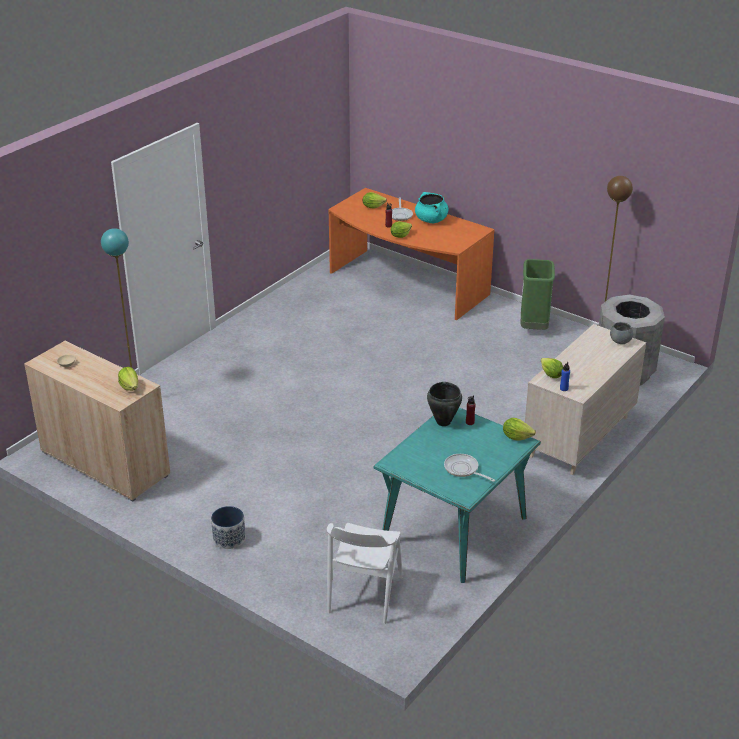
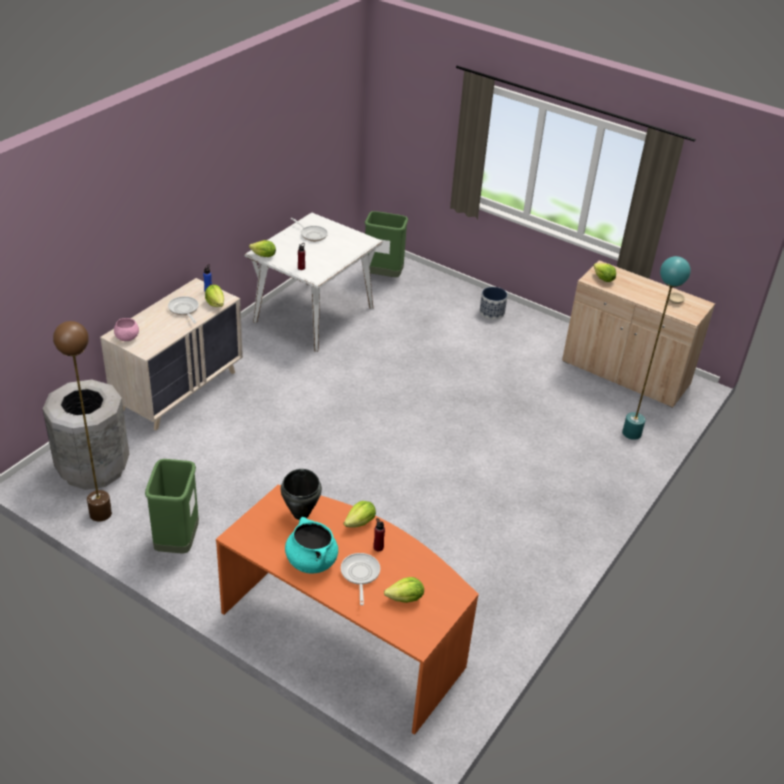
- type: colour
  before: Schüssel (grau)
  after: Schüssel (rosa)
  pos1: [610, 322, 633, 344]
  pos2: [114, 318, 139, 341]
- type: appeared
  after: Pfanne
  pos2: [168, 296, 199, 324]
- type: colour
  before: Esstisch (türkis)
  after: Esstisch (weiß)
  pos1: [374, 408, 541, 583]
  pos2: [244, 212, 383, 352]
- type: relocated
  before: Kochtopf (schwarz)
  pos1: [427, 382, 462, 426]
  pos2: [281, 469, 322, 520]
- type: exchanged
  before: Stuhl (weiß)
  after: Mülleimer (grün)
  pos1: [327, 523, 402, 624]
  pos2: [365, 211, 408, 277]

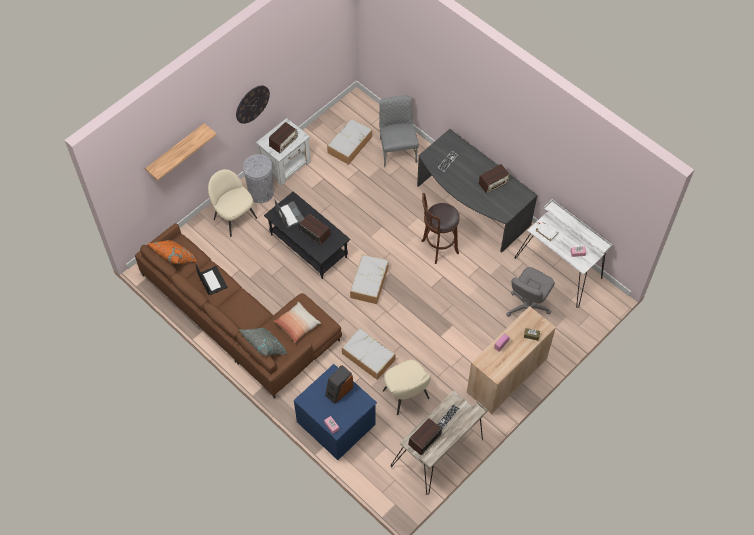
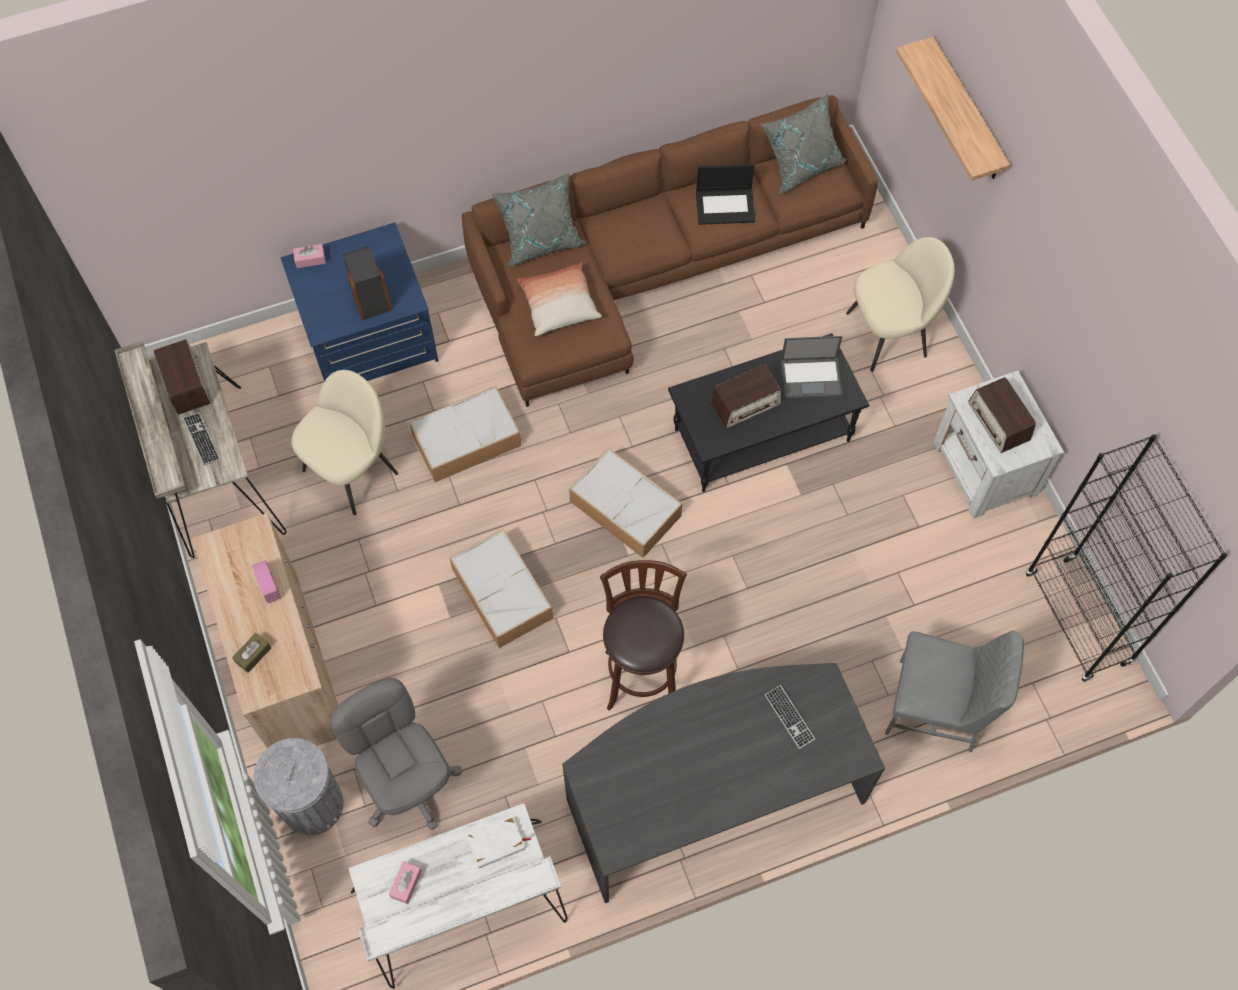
- type: relocated
  before: Mülleimer (grau)
  pos1: [243, 154, 274, 203]
  pos2: [254, 738, 344, 835]
- type: spun
  before: Stuhl (beige)
  pos1: [383, 360, 431, 415]
  pos2: [291, 370, 398, 515]
  turn: 135
- type: relocated
  before: Aufbewahrungsbox
  pos1: [327, 118, 372, 165]
  pos2: [449, 529, 553, 648]
- type: colour
  before: Kissen (orange)
  after: Kissen (grau)
  pos1: [147, 240, 196, 264]
  pos2: [761, 93, 847, 194]
- type: appeared
  after: Bücherregal (schwarz)
  pos2: [1026, 434, 1227, 682]
- type: missing
  before: Wanduhr
  pos1: [236, 86, 270, 124]
- type: missing
  before: Radio
  pos1: [478, 164, 510, 194]

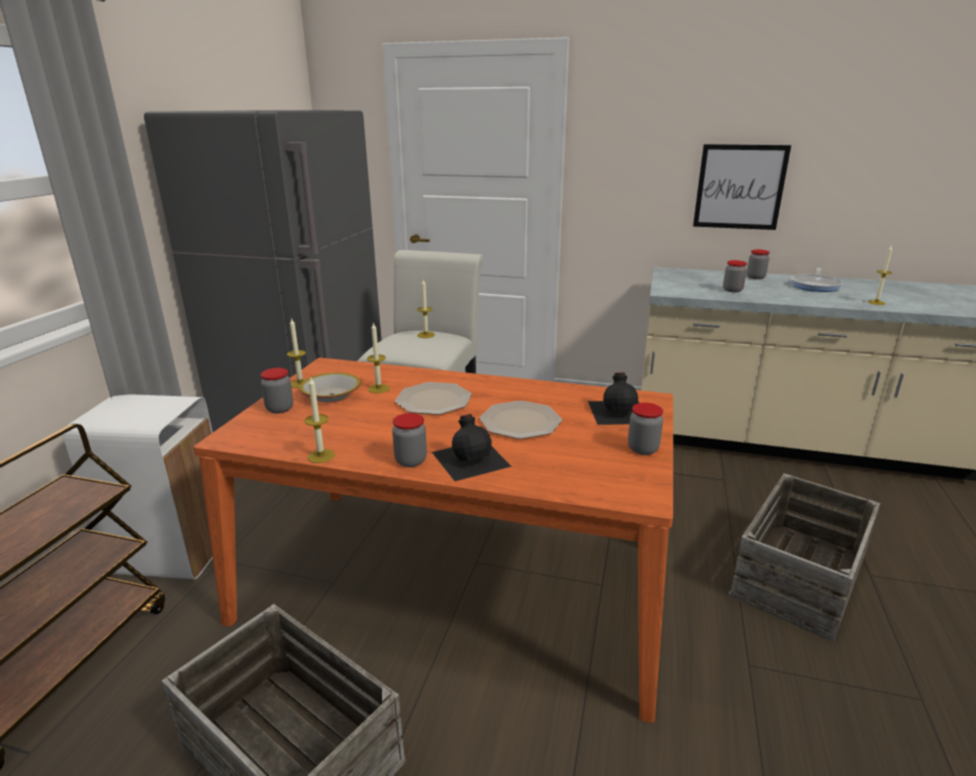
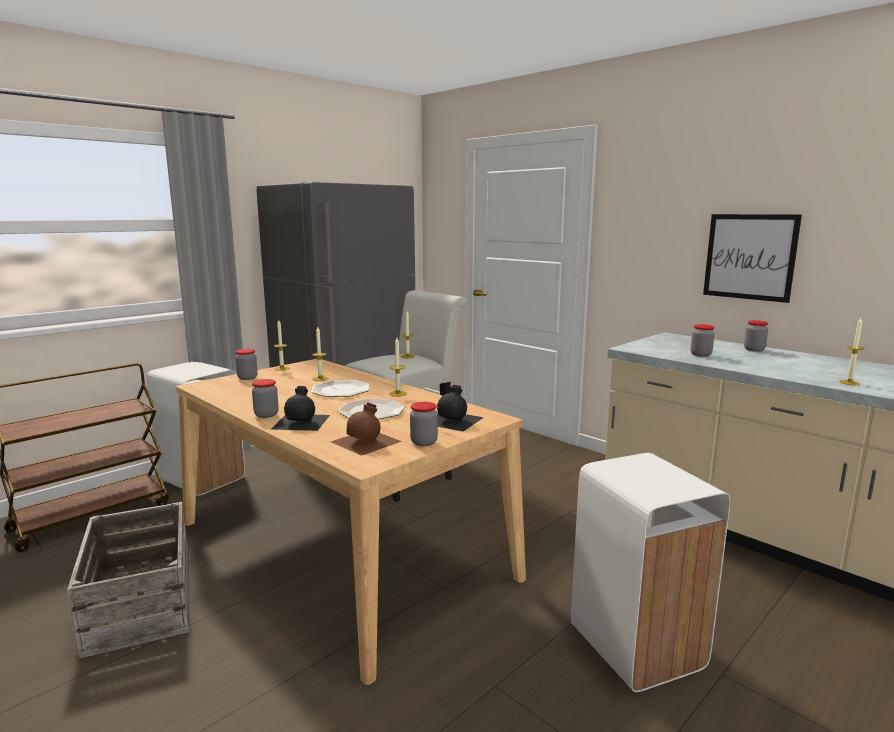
- type: colour
  before: Esstisch (orange)
  after: Esstisch (beige)
  pos1: [194, 358, 673, 723]
  pos2: [176, 359, 526, 685]
- type: appeared
  after: Flasche (braun)
  pos2: [331, 402, 402, 456]
- type: relocated
  before: Kerze
  pos1: [304, 376, 335, 463]
  pos2: [389, 338, 407, 397]
- type: exchanged
  before: Kiste
  after: Mülleimer (weiß)
  pos1: [728, 473, 880, 642]
  pos2: [571, 453, 730, 692]
- type: missing
  before: Schüssel
  pos1: [300, 373, 360, 402]
- type: missing
  before: Pfanne
  pos1: [791, 268, 843, 292]

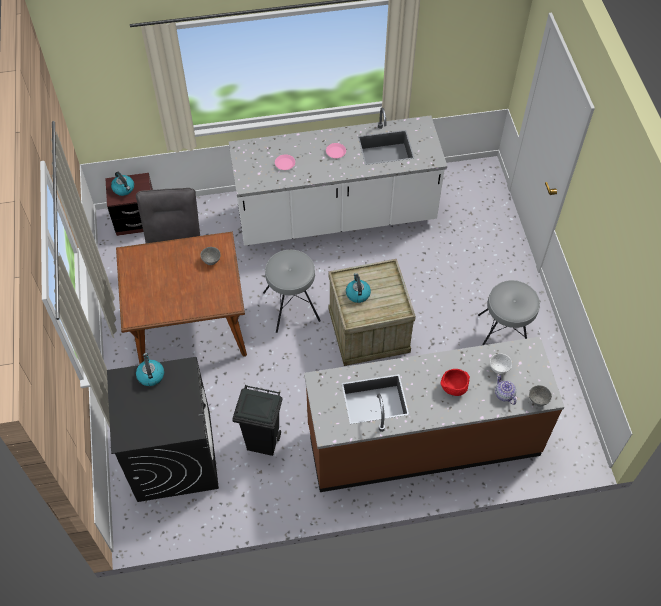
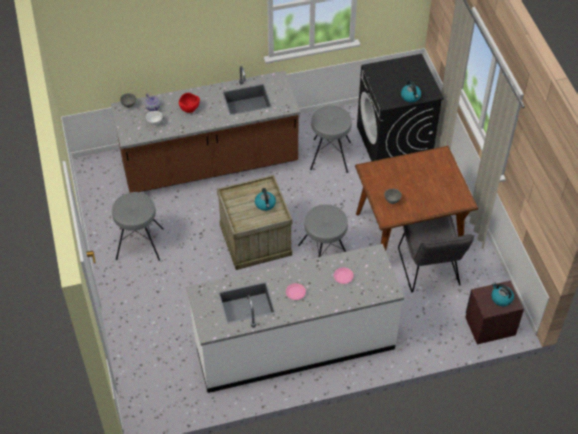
- type: exchanged
  before: Mülleimer (schwarz)
  after: Hocker (grau)
  pos1: [232, 385, 283, 456]
  pos2: [310, 105, 352, 173]

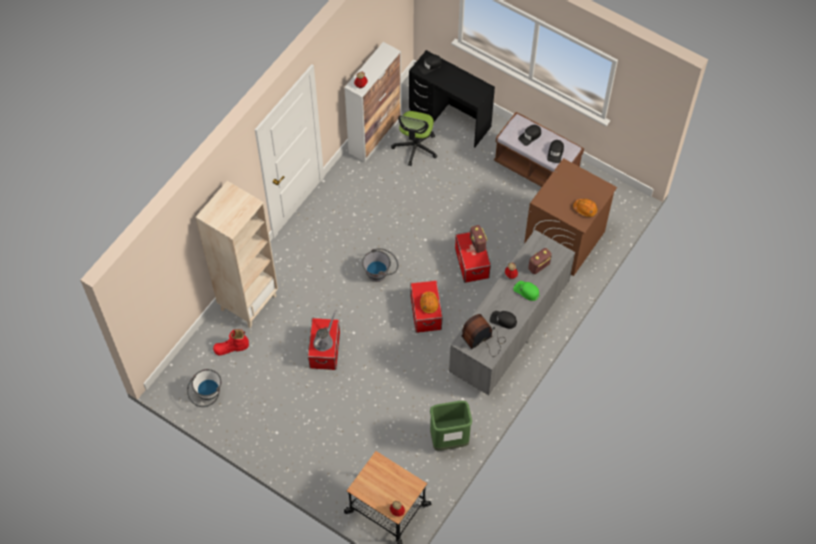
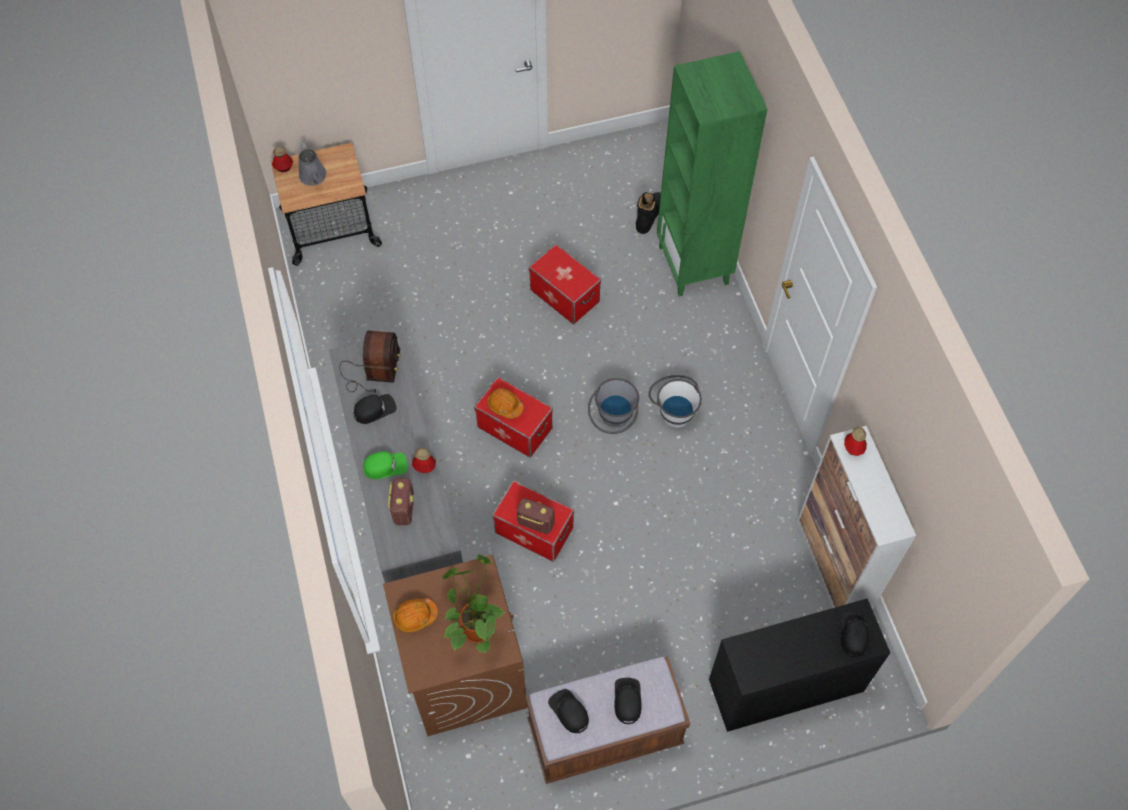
- type: relocated
  before: Gießkanne (grau)
  pos1: [313, 310, 337, 351]
  pos2: [298, 142, 327, 186]
- type: appeared
  after: Topfpflanze
  pos2: [442, 554, 506, 653]
- type: colour
  before: Stiefel (rot)
  after: Stiefel (schwarz)
  pos1: [213, 329, 249, 356]
  pos2: [636, 192, 661, 234]
- type: relocated
  before: Eimer (weiß)
  pos1: [187, 369, 221, 407]
  pos2: [648, 375, 702, 428]
- type: colour
  before: Bücherregal (beige)
  after: Bücherregal (grün)
  pos1: [196, 181, 278, 328]
  pos2: [657, 51, 767, 297]
- type: missing
  before: Bürostuhl
  pos1: [391, 111, 438, 166]
- type: missing
  before: Mülleimer (grün)
  pos1: [430, 401, 472, 451]

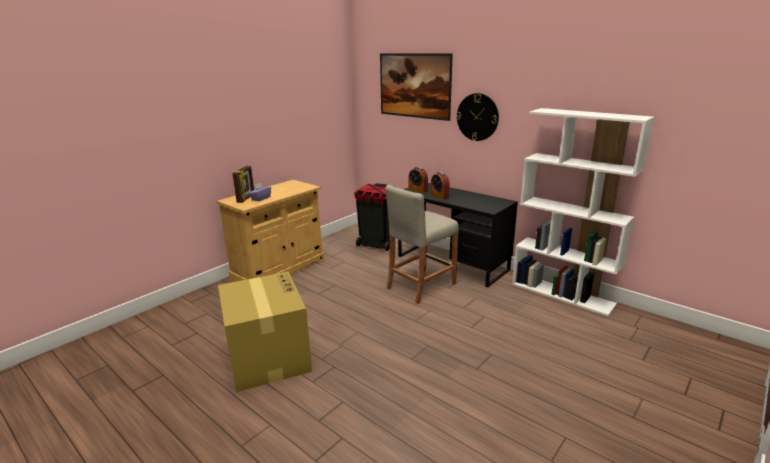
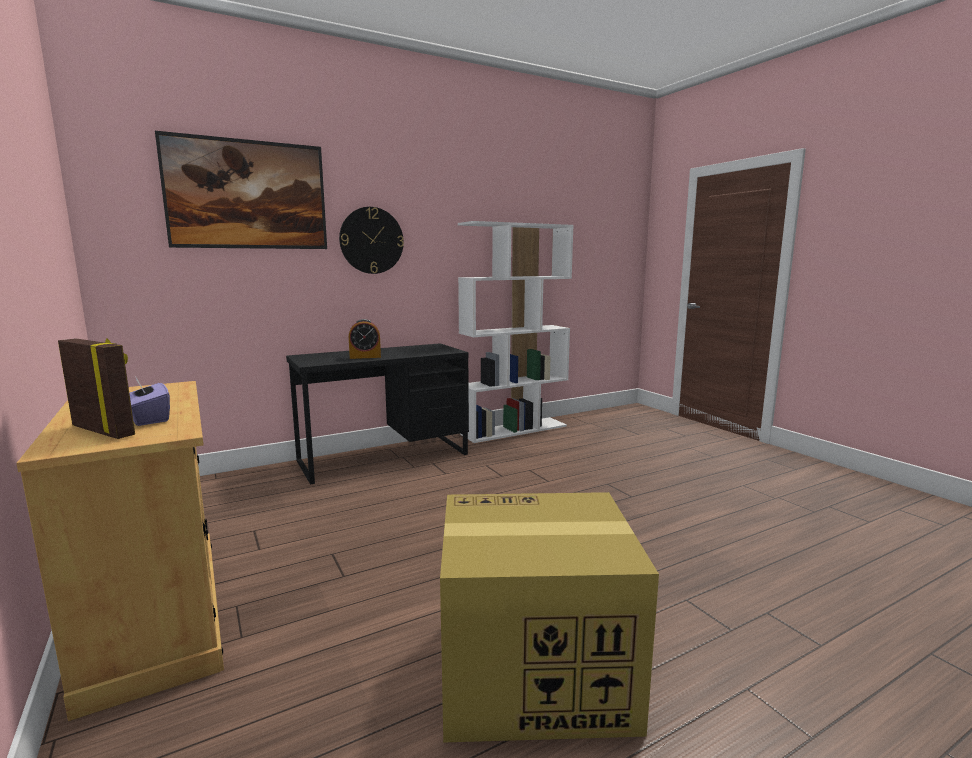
- type: missing
  before: Mülleimer (schwarz)
  pos1: [354, 183, 390, 251]
- type: missing
  before: Hocker (beige)
  pos1: [385, 185, 459, 304]
- type: missing
  before: Wecker
  pos1: [409, 167, 428, 193]

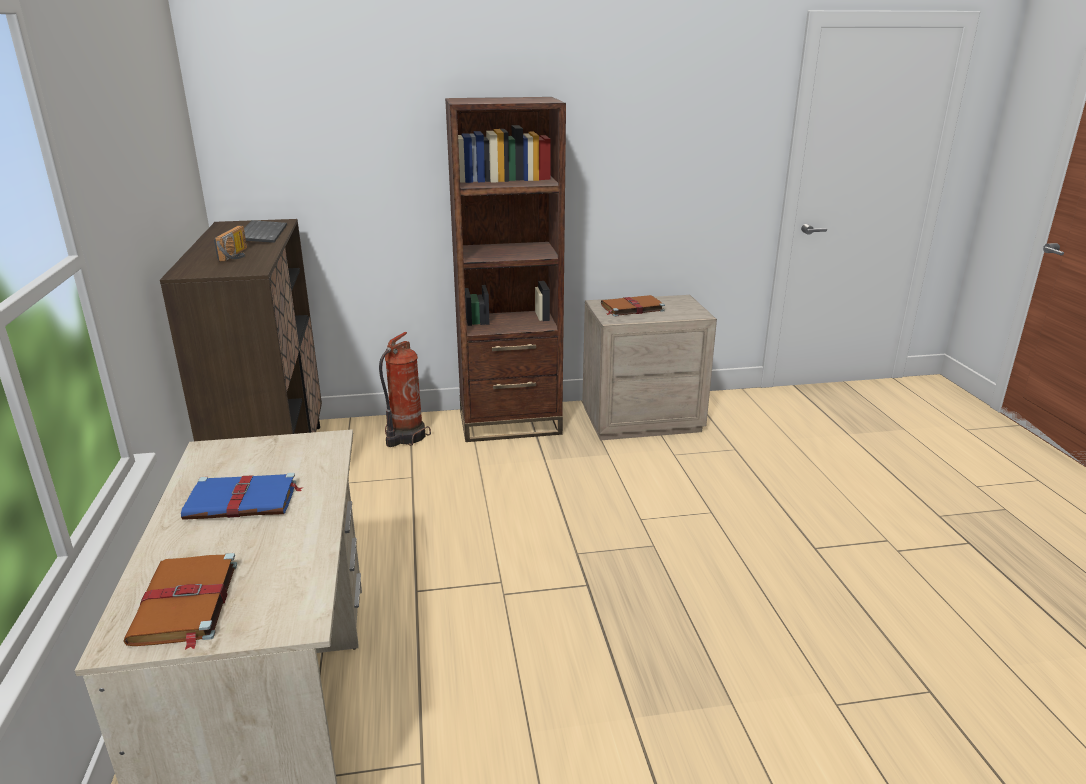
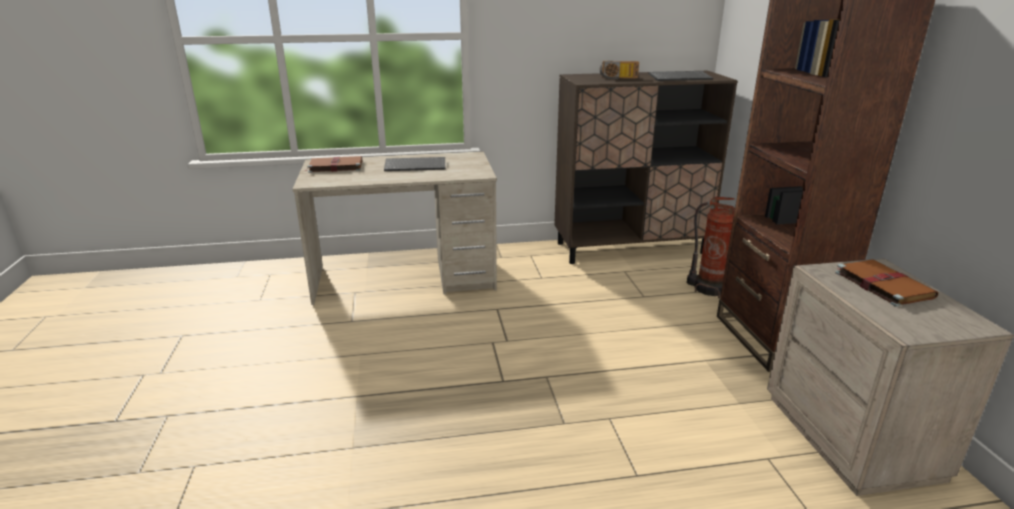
- type: exchanged
  before: Buch (blau)
  after: Tastatur
  pos1: [181, 473, 304, 520]
  pos2: [384, 157, 446, 171]

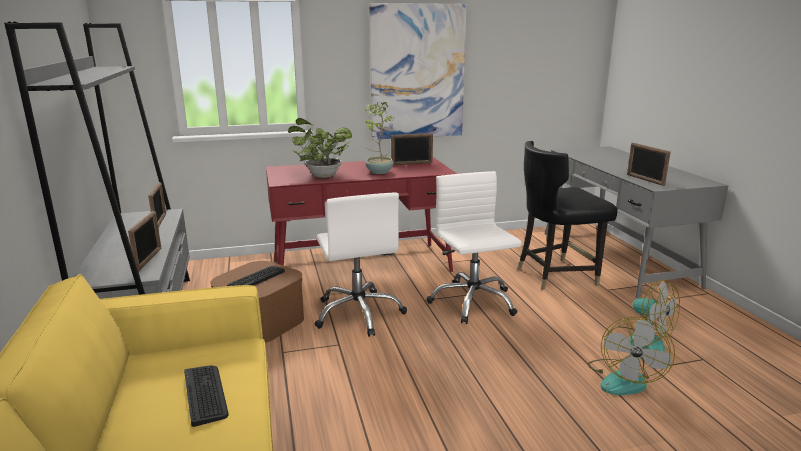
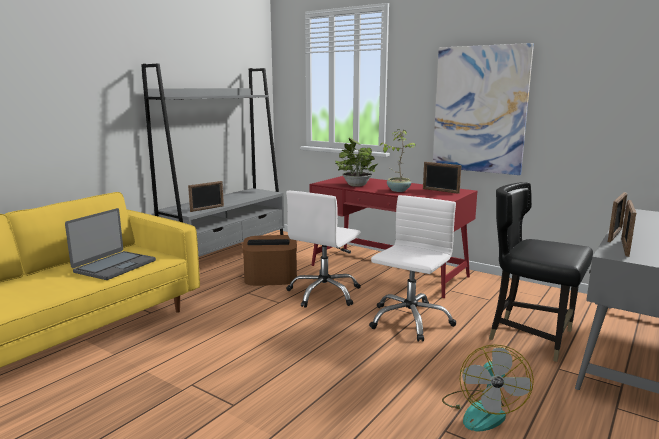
- type: exchanged
  before: Tastatur
  after: Laptop
  pos1: [184, 366, 229, 427]
  pos2: [65, 208, 156, 280]
- type: relocated
  before: Bilderrahmen
  pos1: [148, 182, 166, 228]
  pos2: [608, 192, 627, 242]
- type: missing
  before: Ventilator
  pos1: [588, 317, 675, 395]

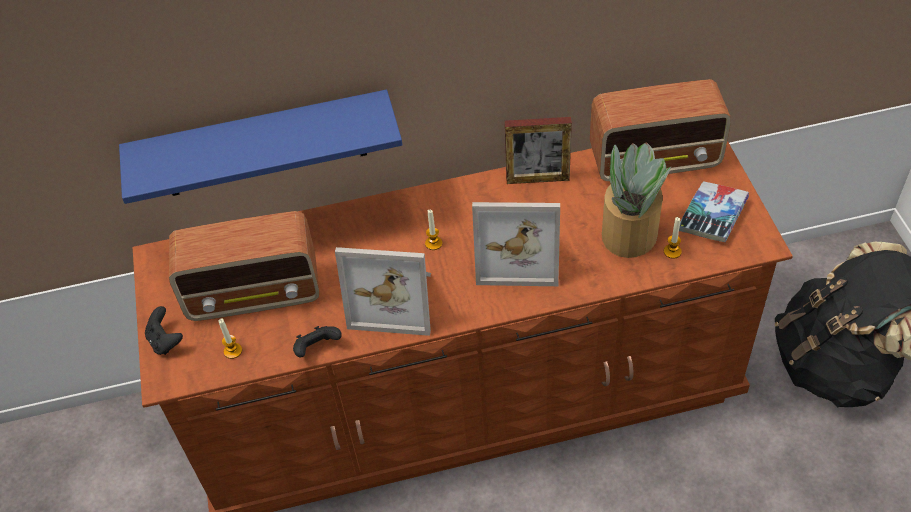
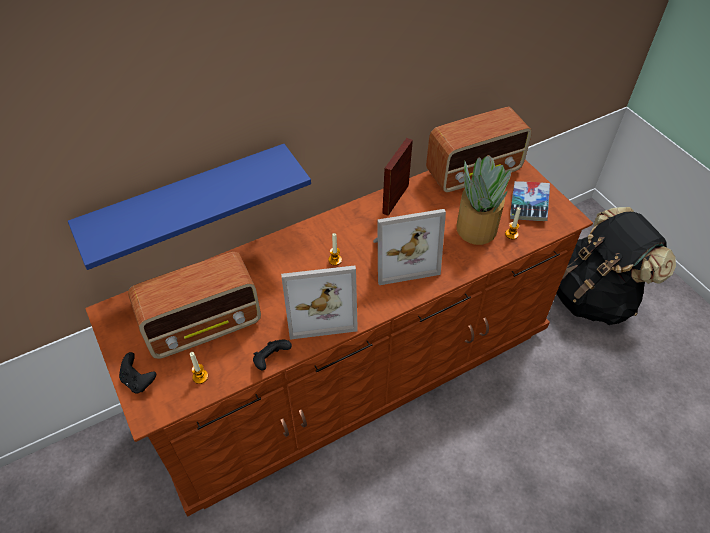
- type: spun
  before: Bilderrahmen
  pos1: [505, 117, 572, 184]
  pos2: [382, 138, 413, 216]
  turn: 135

